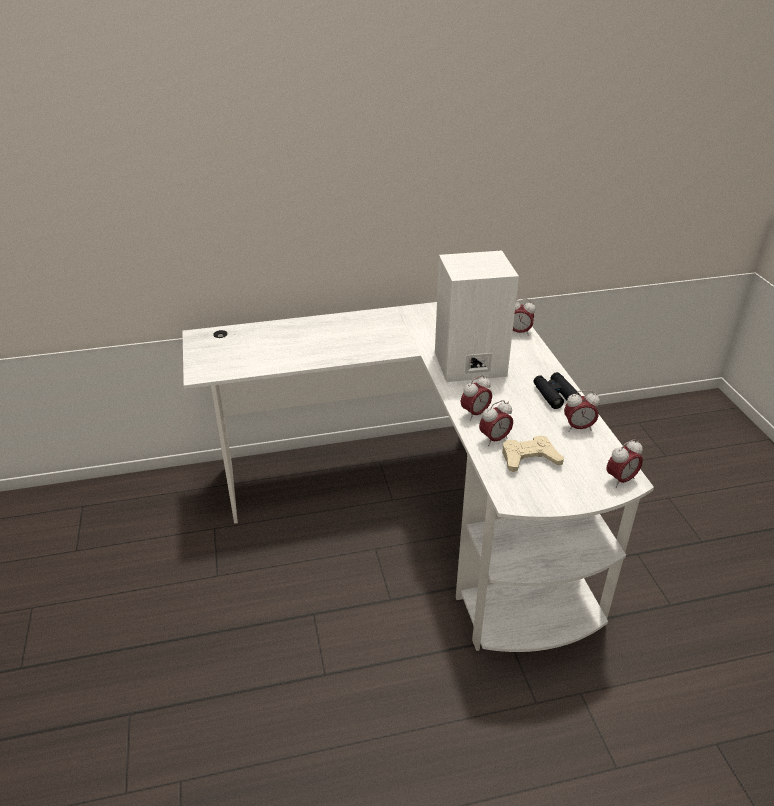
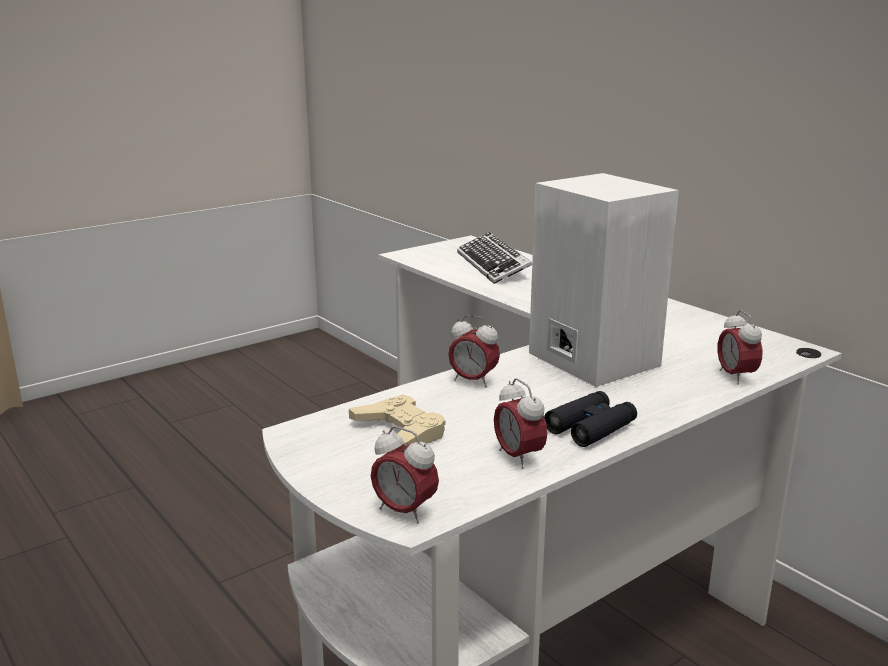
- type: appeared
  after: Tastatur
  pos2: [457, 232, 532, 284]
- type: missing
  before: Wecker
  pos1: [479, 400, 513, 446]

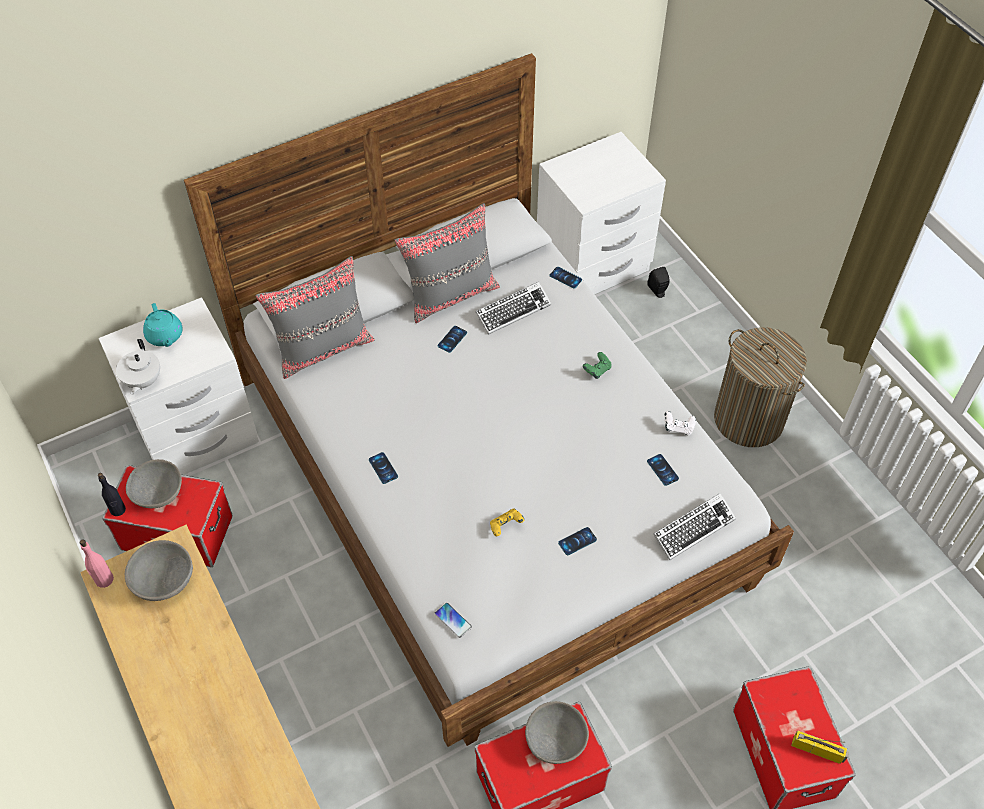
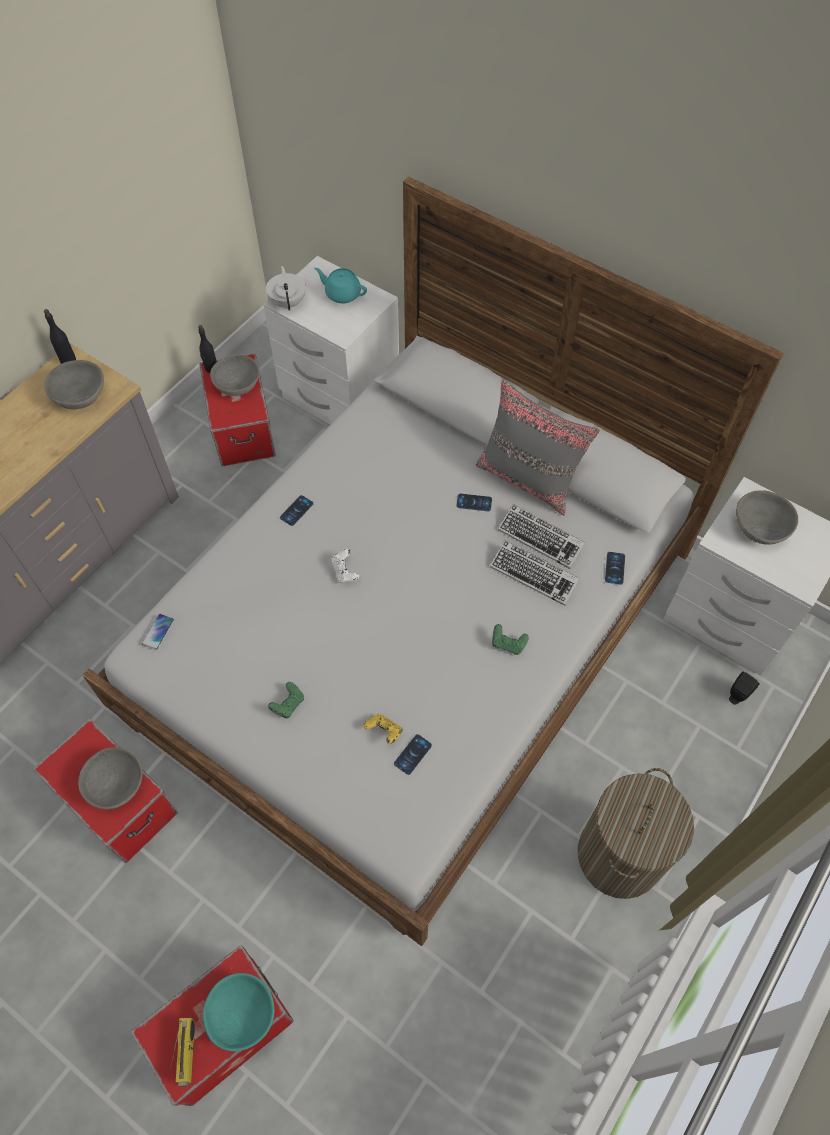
- type: colour
  before: Flasche (rosa)
  after: Flasche (schwarz)
  pos1: [80, 539, 114, 588]
  pos2: [44, 309, 76, 364]
- type: appeared
  after: Schüssel (türkis)
  pos2: [203, 973, 274, 1052]
- type: spun
  before: Teekanne (weiß)
  pos1: [116, 339, 160, 395]
  pos2: [266, 266, 306, 311]
  turn: 105
- type: exchanged
  before: Handy
  after: Gamepad (grün)
  pos1: [558, 527, 597, 555]
  pos2: [268, 682, 304, 719]
- type: spun
  before: Teekanne (türkis)
  pos1: [143, 303, 183, 347]
  pos2: [314, 268, 367, 303]
  turn: 75
- type: relocated
  before: Gamepad (weiß)
  pos1: [664, 411, 696, 435]
  pos2: [331, 549, 359, 583]
- type: relocated
  before: Gamepad (gelb)
  pos1: [490, 509, 524, 536]
  pos2: [364, 714, 402, 744]
- type: relocated
  before: Tastatur
  pos1: [653, 493, 736, 560]
  pos2: [490, 540, 580, 606]
- type: appeared
  after: Schüssel (grau)
  pos2: [736, 490, 798, 545]
- type: missing
  before: Kissen (grau)
  pos1: [256, 256, 375, 379]

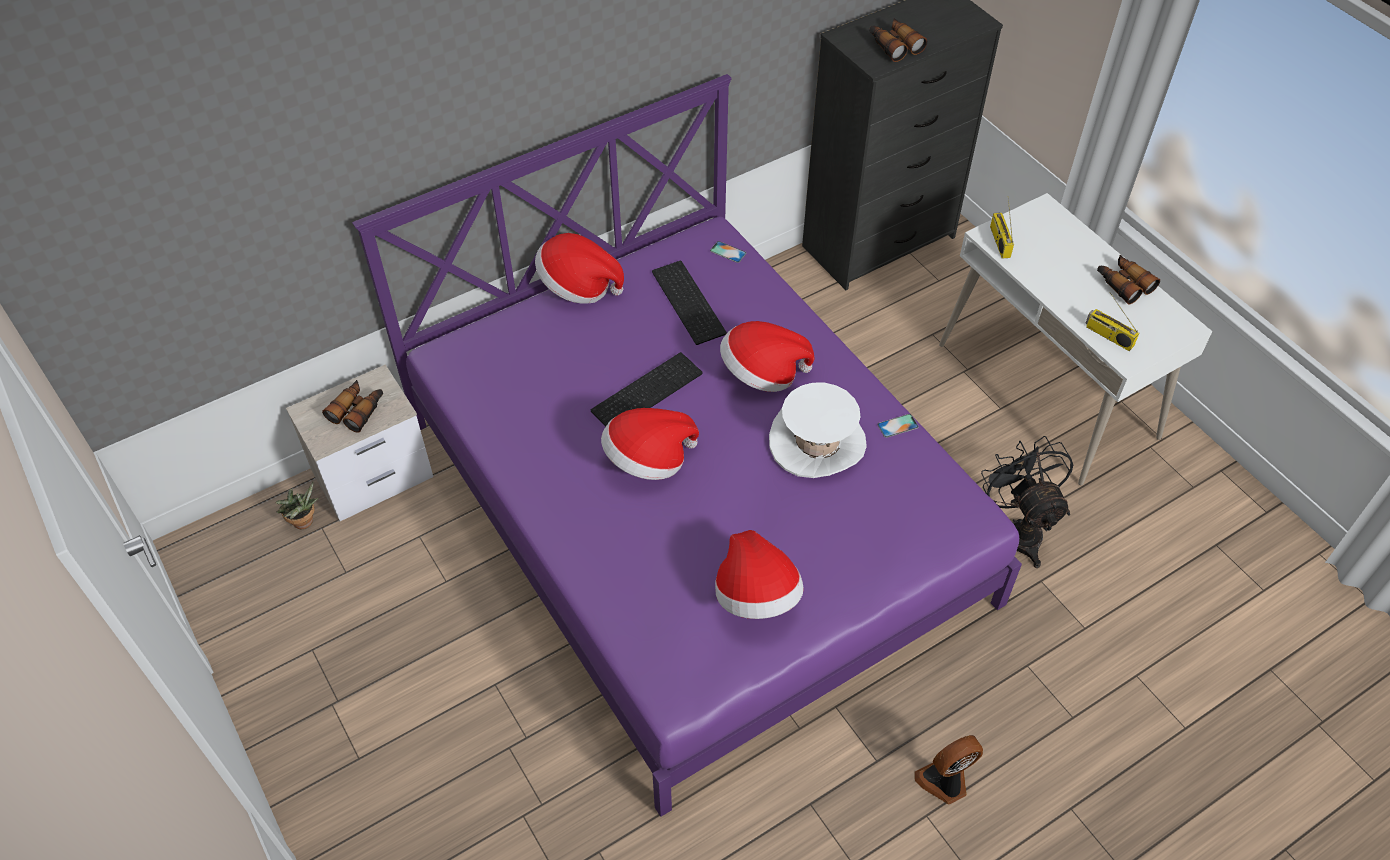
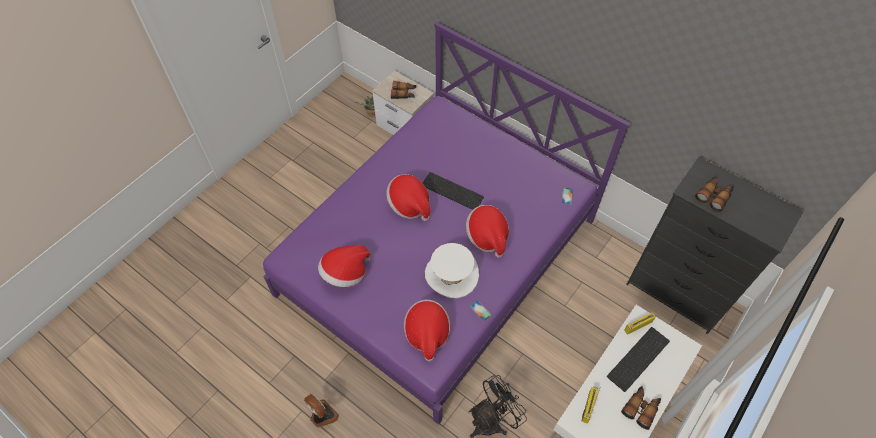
- type: relocated
  before: Hut
  pos1: [535, 233, 624, 304]
  pos2: [404, 300, 450, 361]
- type: relocated
  before: Tastatur
  pos1: [652, 261, 727, 345]
  pos2: [607, 327, 670, 392]

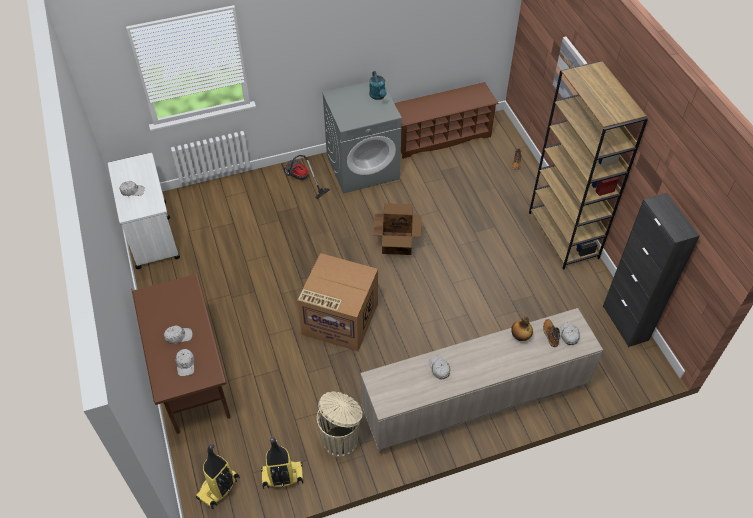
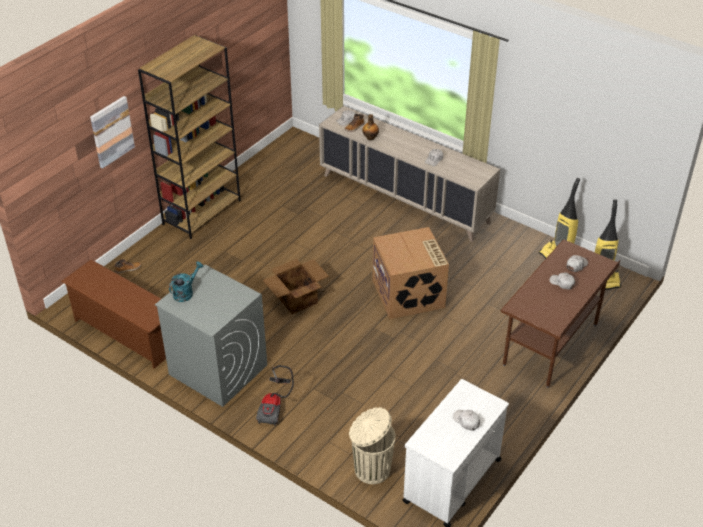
- type: relocated
  before: Mülleimer (beige)
  pos1: [317, 392, 363, 457]
  pos2: [349, 407, 396, 484]
- type: missing
  before: Schrank (schwarz)
  pos1: [603, 193, 700, 347]

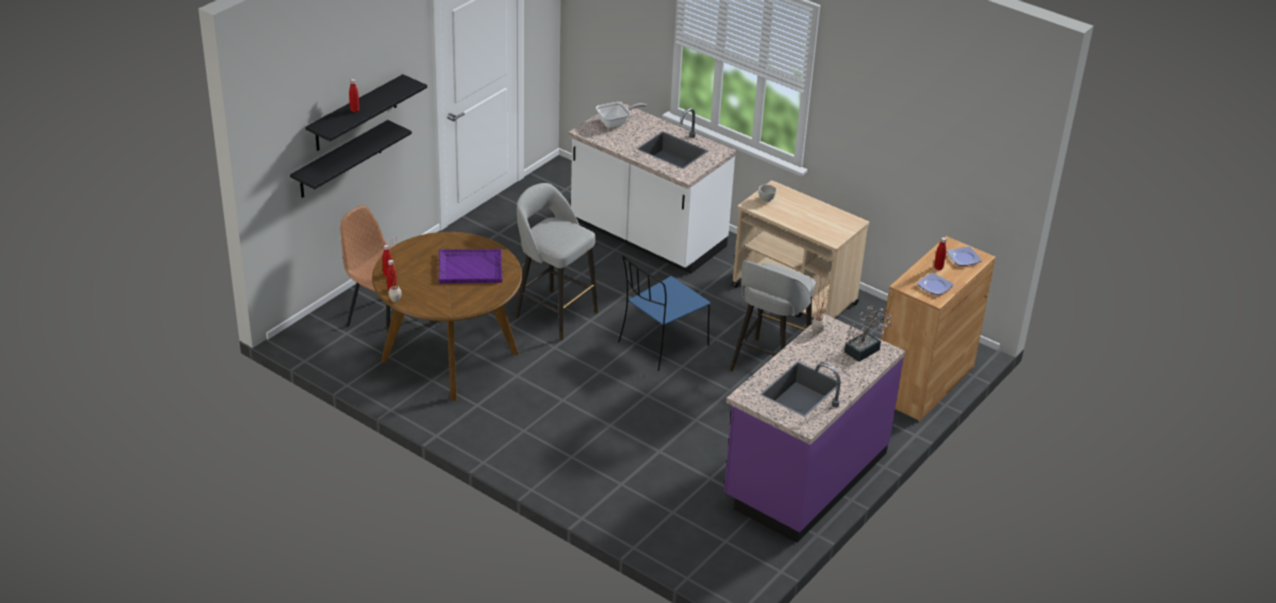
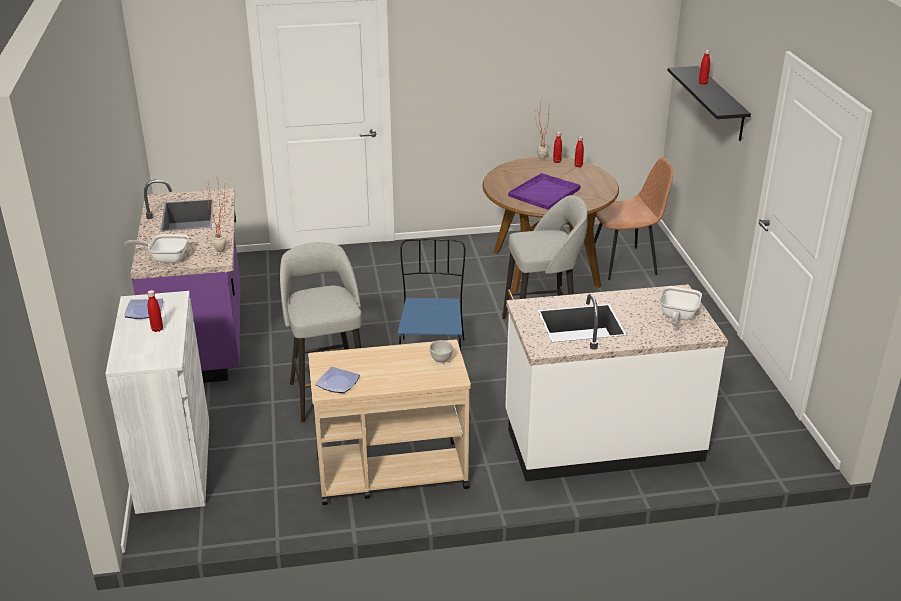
- type: colour
  before: Schrank (braun)
  after: Schrank (weiß)
  pos1: [881, 236, 996, 421]
  pos2: [105, 291, 209, 514]
- type: exchanged
  before: Topfpflanze
  after: Pfanne
  pos1: [844, 306, 892, 362]
  pos2: [125, 234, 189, 263]
- type: relocated
  before: Teller
  pos1: [947, 246, 982, 266]
  pos2: [315, 367, 360, 393]
- type: missing
  before: Wandregal (schwarz)
  pos1: [290, 120, 412, 198]

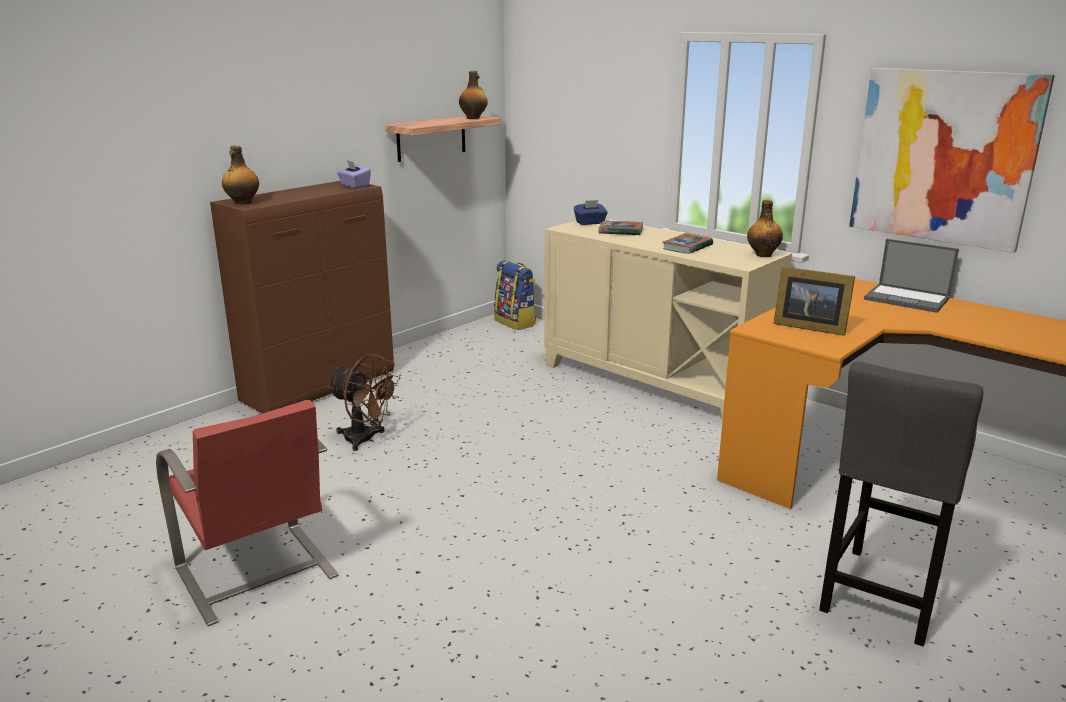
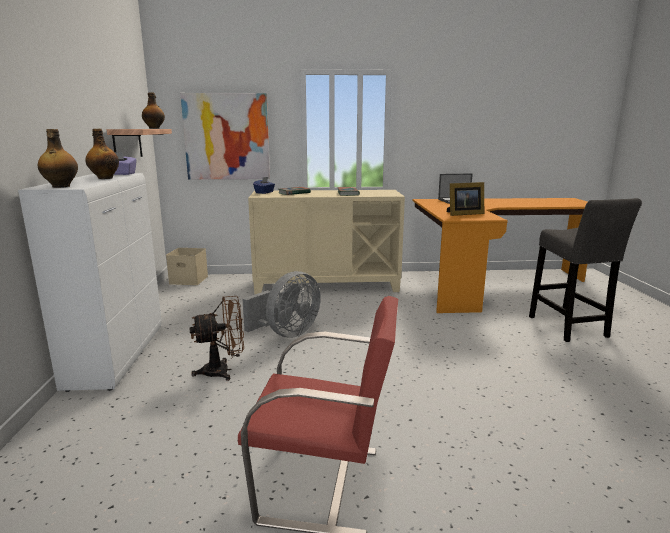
- type: colour
  before: Schrank (braun)
  after: Schrank (weiß)
  pos1: [210, 181, 394, 414]
  pos2: [18, 173, 162, 392]
- type: relocated
  before: Flasche
  pos1: [747, 200, 783, 257]
  pos2: [85, 129, 119, 179]
- type: exchanged
  before: Rucksack
  after: Aufbewahrungsbox (beige)
  pos1: [494, 260, 536, 330]
  pos2: [166, 248, 208, 285]
- type: relocated
  before: Bild
  pos1: [849, 68, 1055, 253]
  pos2: [180, 93, 270, 179]
- type: appeared
  after: Ventilator (grau)
  pos2: [242, 271, 321, 338]

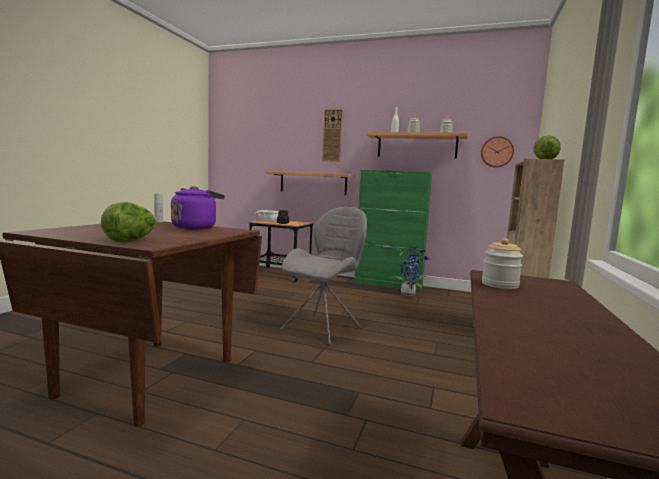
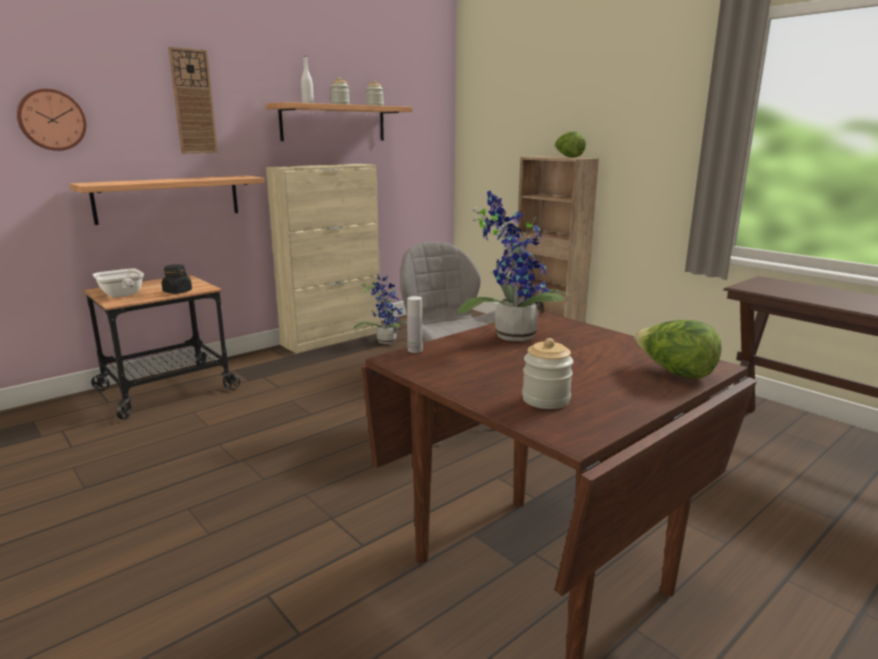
- type: relocated
  before: Wanduhr
  pos1: [481, 136, 514, 167]
  pos2: [17, 89, 86, 151]
- type: colour
  before: Schrank (grün)
  after: Schrank (beige)
  pos1: [354, 170, 432, 291]
  pos2: [266, 164, 381, 354]
- type: exchanged
  before: Wasserkessel (lila)
  after: Topfpflanze
  pos1: [171, 186, 225, 230]
  pos2: [458, 190, 571, 341]
- type: relocated
  before: Vorratsglas
  pos1: [482, 238, 523, 289]
  pos2: [522, 338, 573, 409]

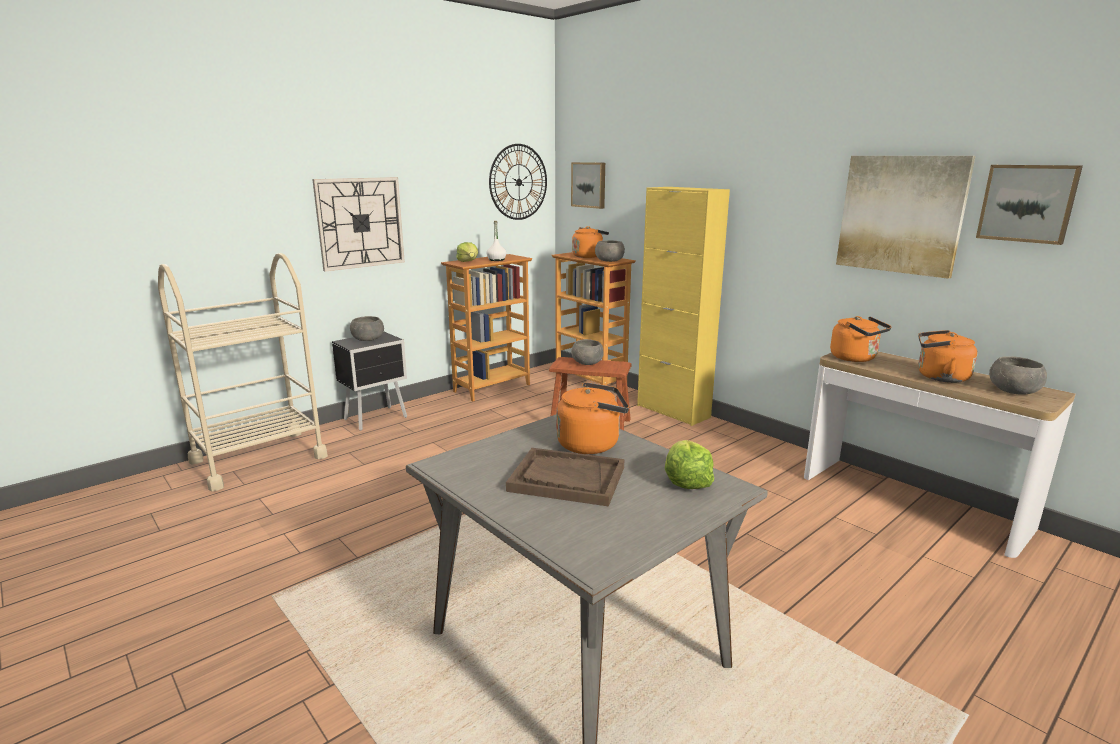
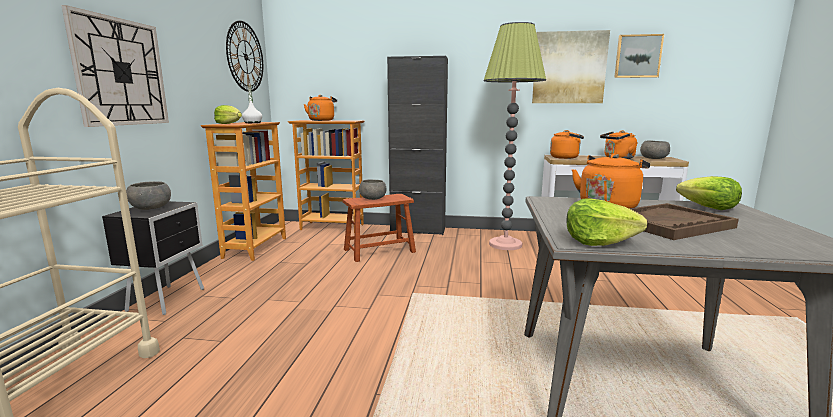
- type: colour
  before: Schrank (gelb)
  after: Schrank (schwarz)
  pos1: [637, 187, 730, 426]
  pos2: [387, 56, 448, 235]
- type: appeared
  after: Stehlampe
  pos2: [484, 22, 546, 250]
- type: appeared
  after: Salatkopf
  pos2: [566, 198, 647, 246]
- type: missing
  before: Bild
  pos1: [571, 162, 605, 209]
- type: missing
  before: Schüssel (grau)
  pos1: [595, 241, 625, 262]

